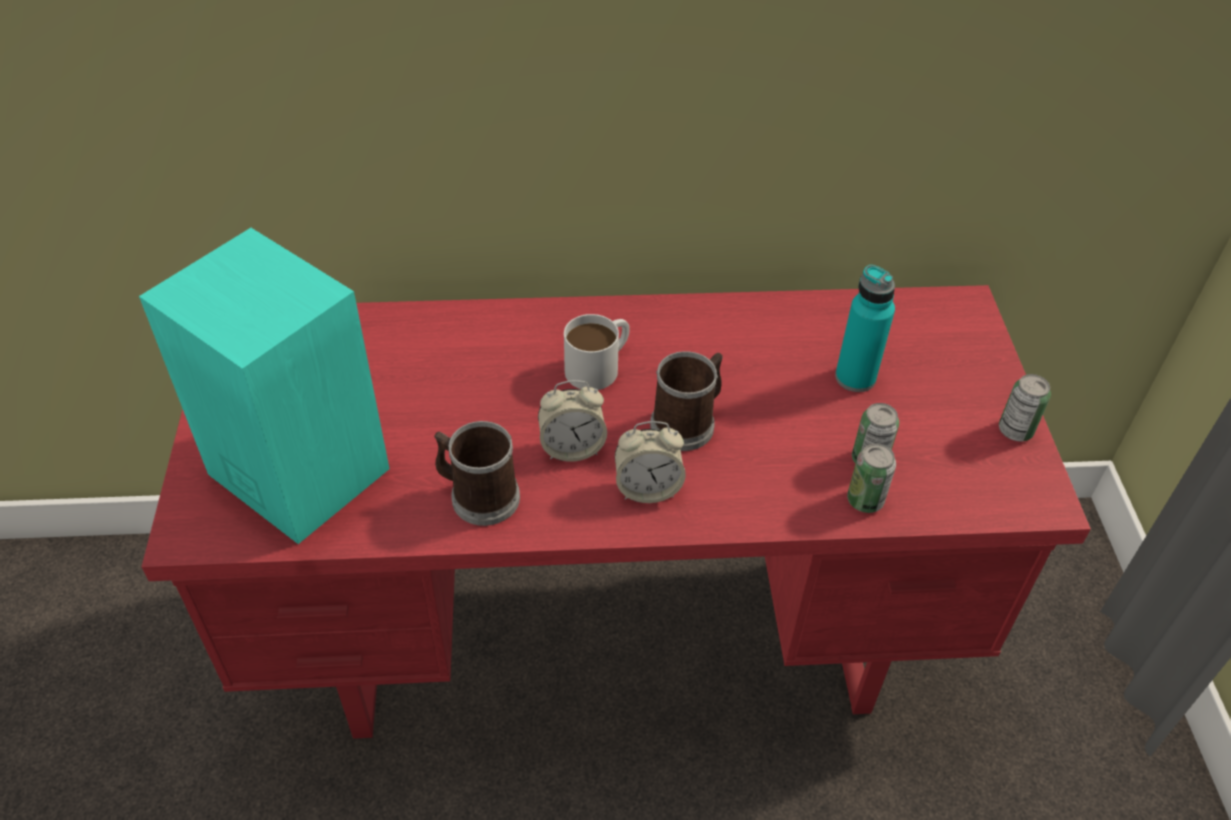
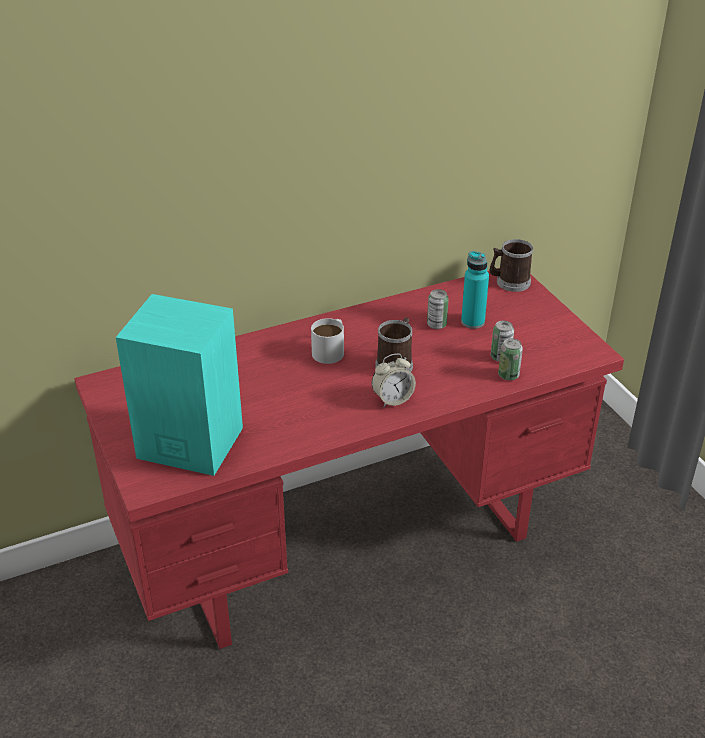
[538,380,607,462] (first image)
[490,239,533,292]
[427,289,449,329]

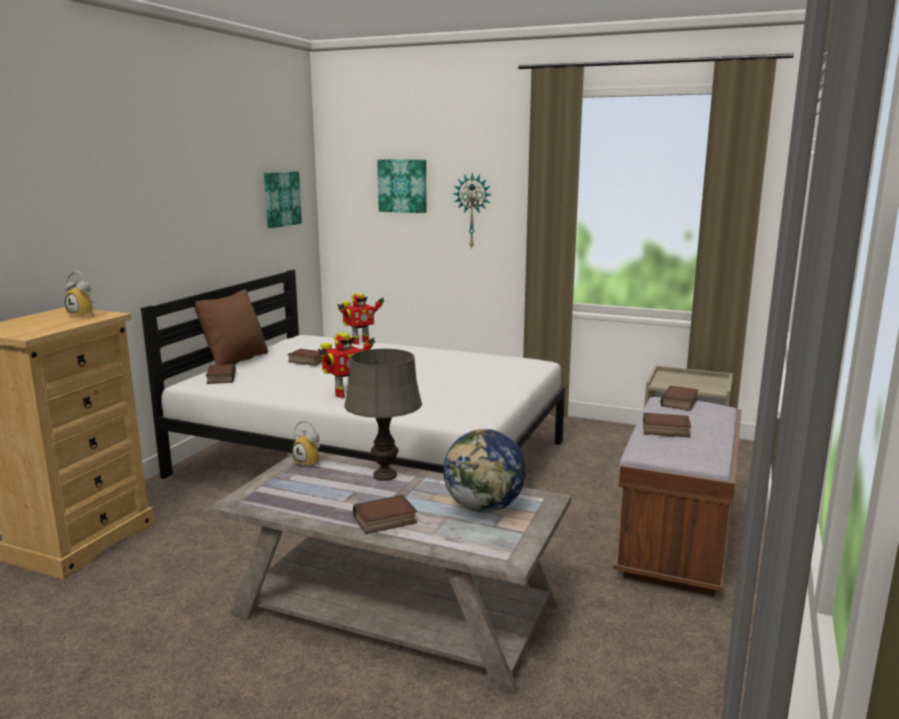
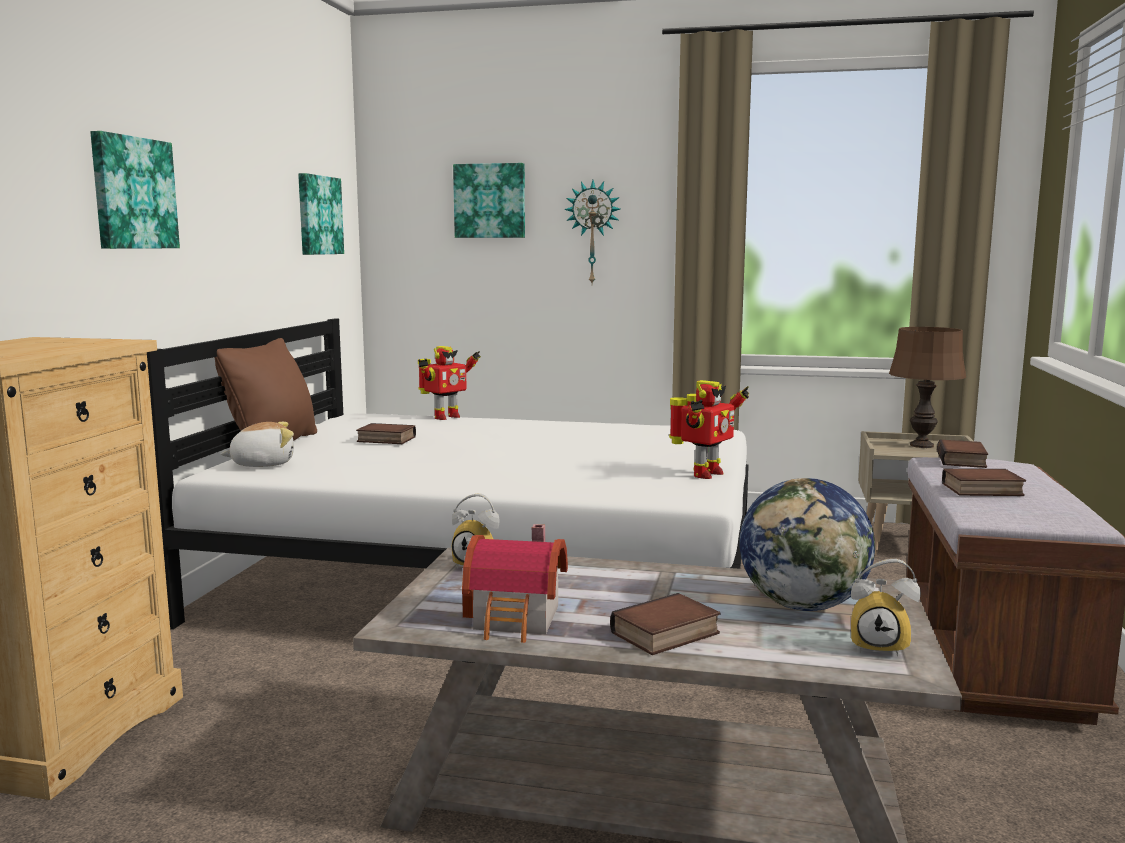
[344,349,422,481] (first image)
[90,131,180,249]
[462,524,568,643]
[889,327,966,448]
[851,559,921,657]
[669,380,749,479]
[220,422,294,467]

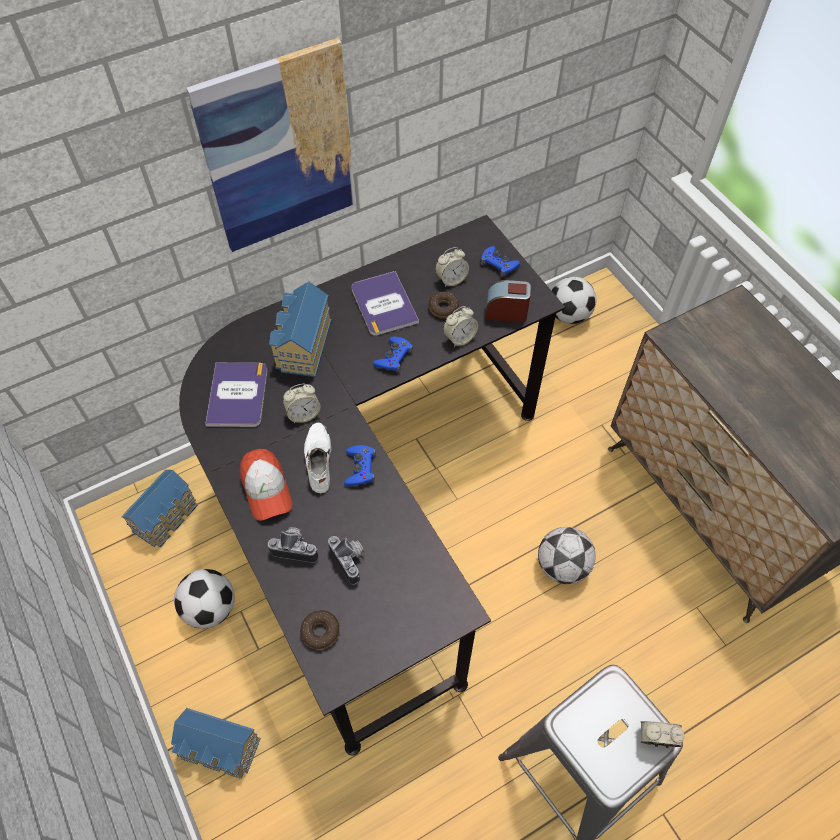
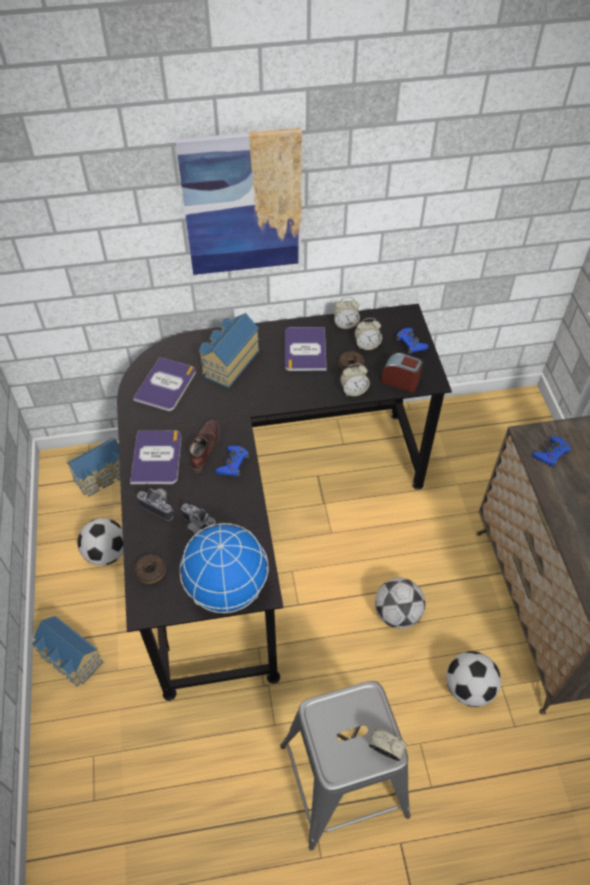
[179,523,269,613]
[334,297,360,329]
[532,436,572,468]
[446,651,501,707]
[130,431,182,485]
[190,420,220,473]
[181,503,216,536]

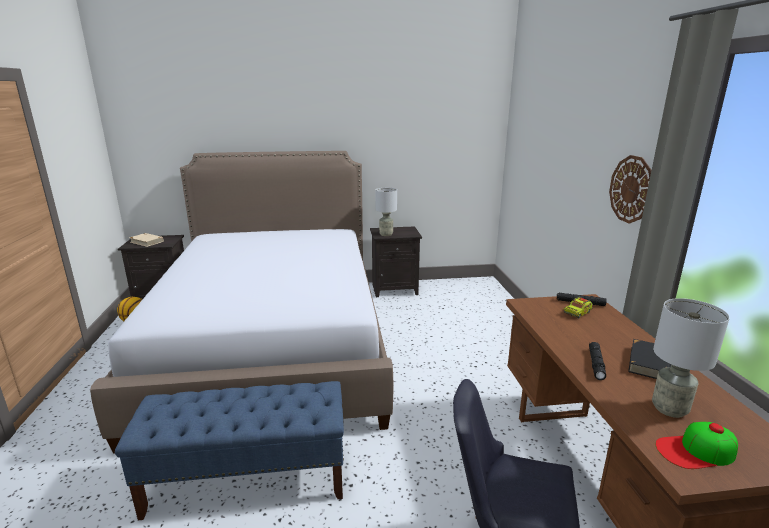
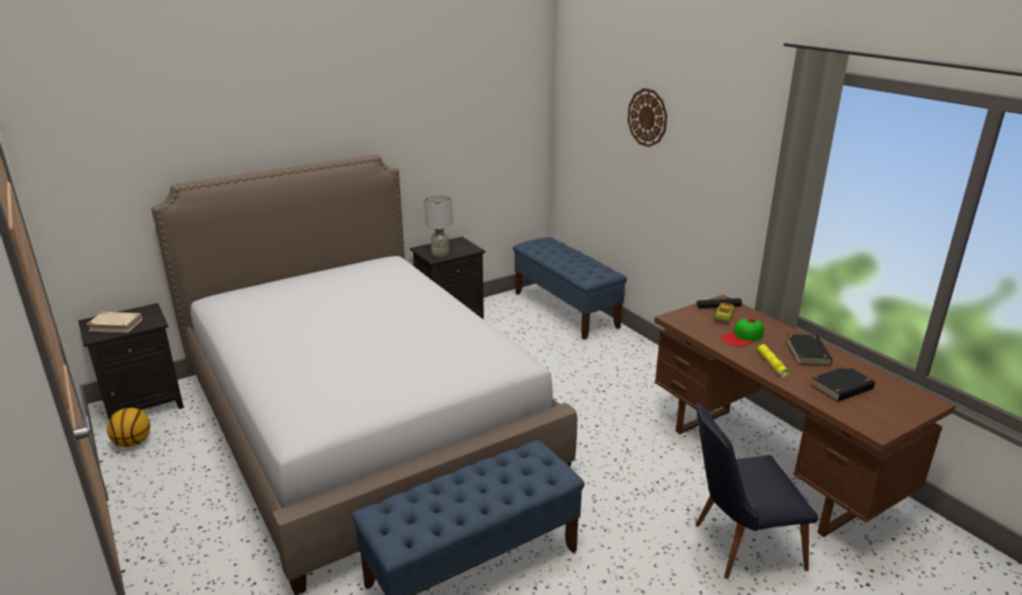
[513,237,627,340]
[628,88,667,147]
[721,318,764,347]
[810,366,875,402]
[757,344,789,377]

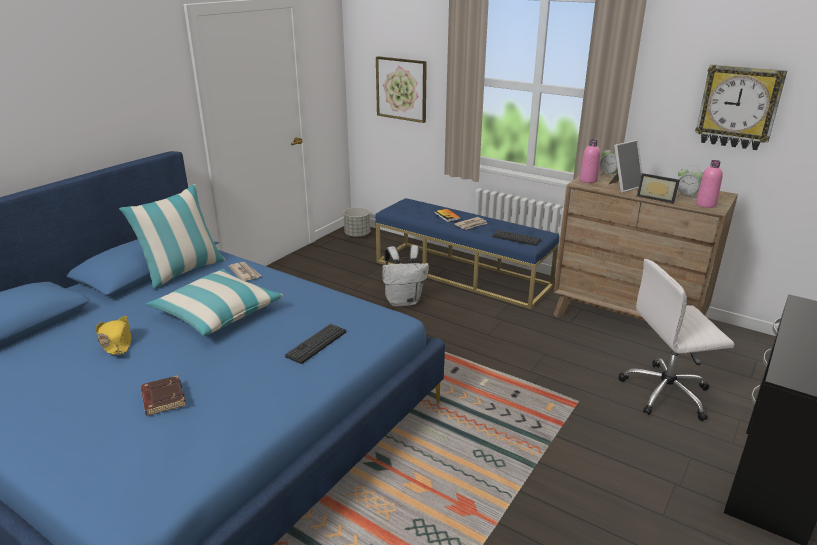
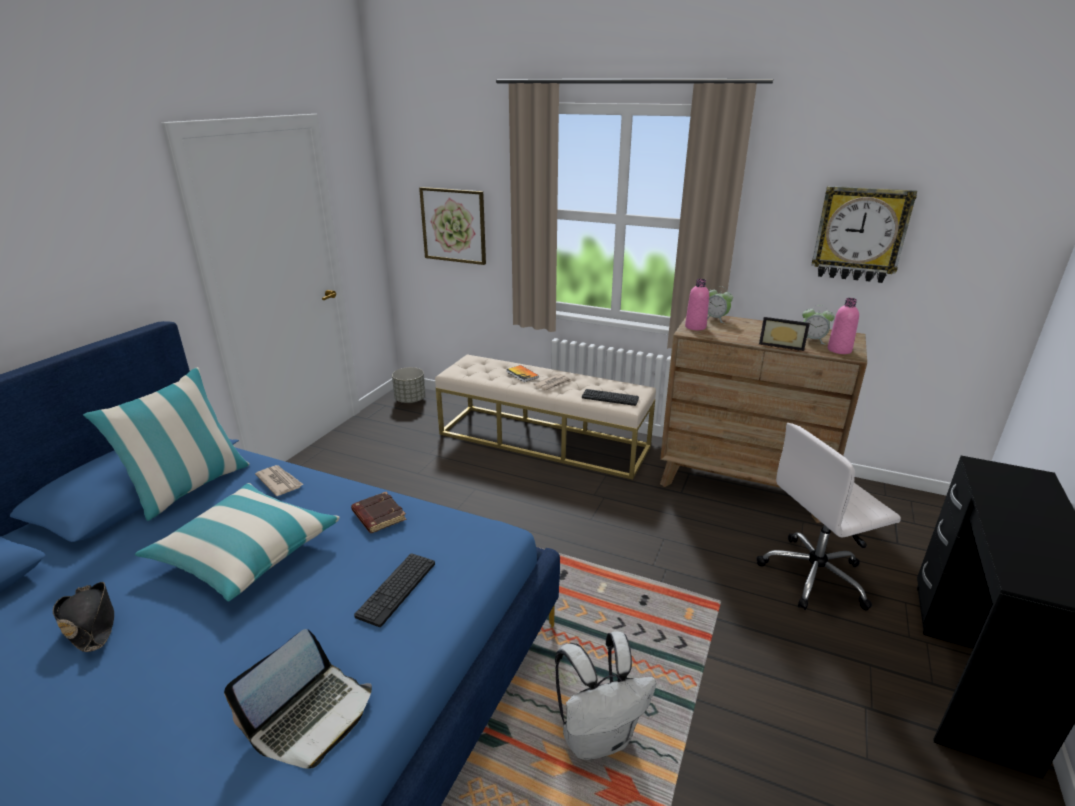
[608,140,642,193] (first image)
[224,629,372,769]
[351,492,406,533]
[555,631,657,760]
[53,582,114,652]
[435,354,656,480]

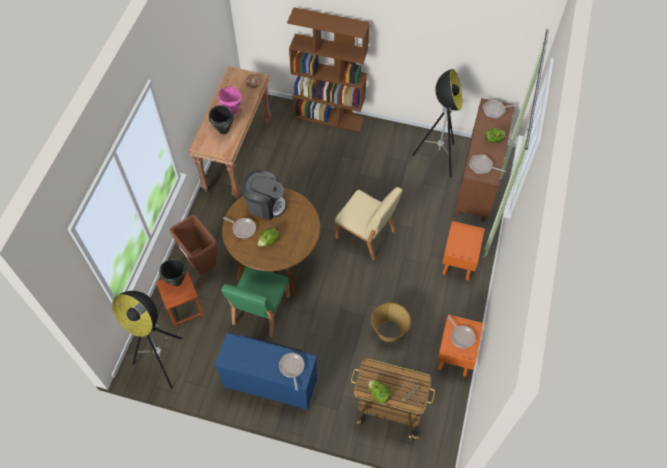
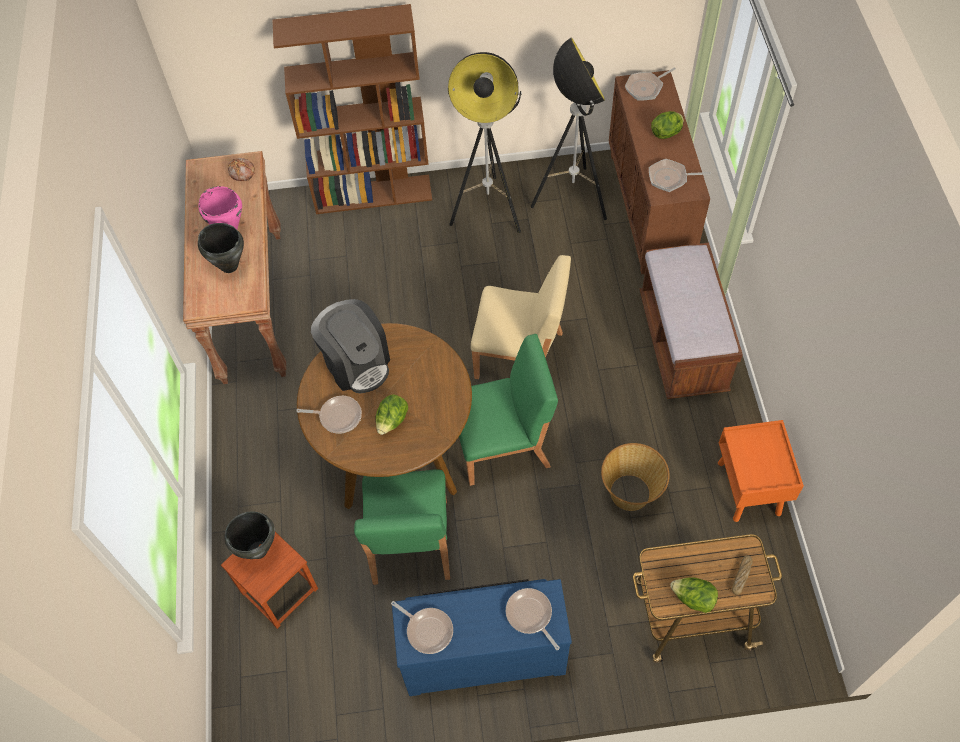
[170,215,217,275] (first image)
[459,334,558,486]
[447,52,522,233]
[391,601,453,654]
[639,242,743,399]
[311,299,390,393]

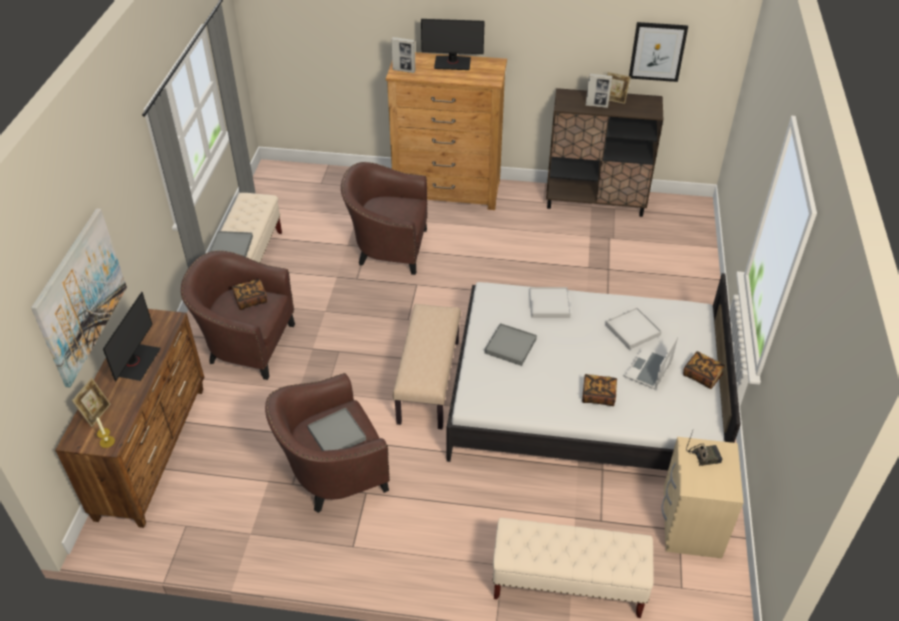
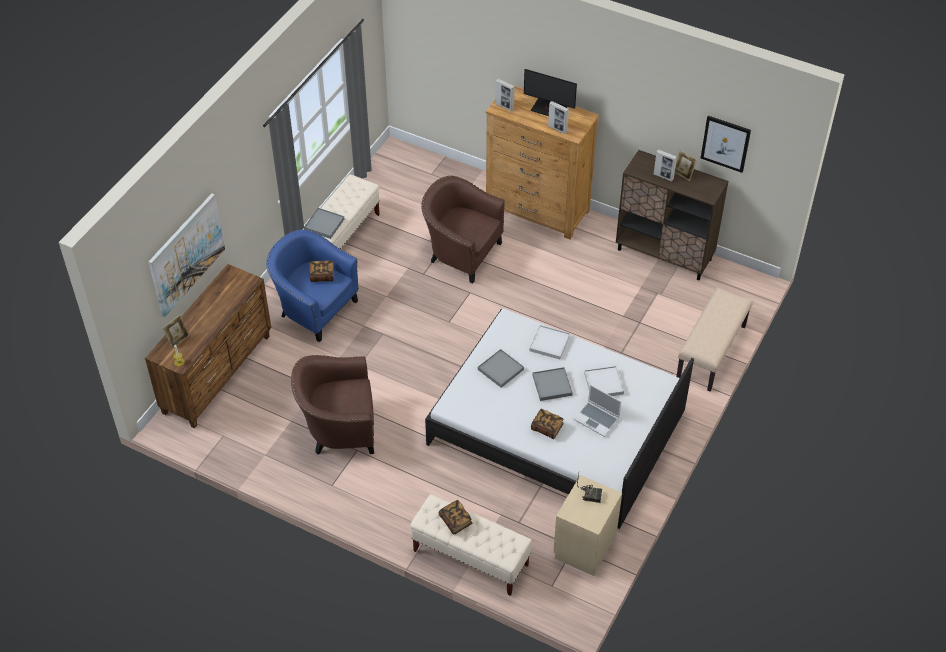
[103,292,161,381] (first image)
[548,101,569,134]
[532,367,573,401]
[676,287,753,392]
[439,500,472,534]
[266,230,359,342]
[574,385,621,437]

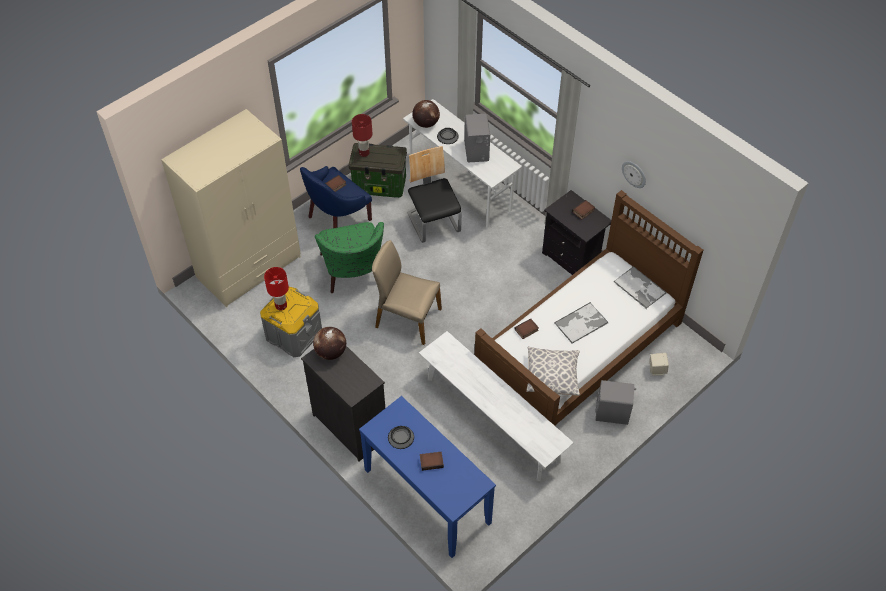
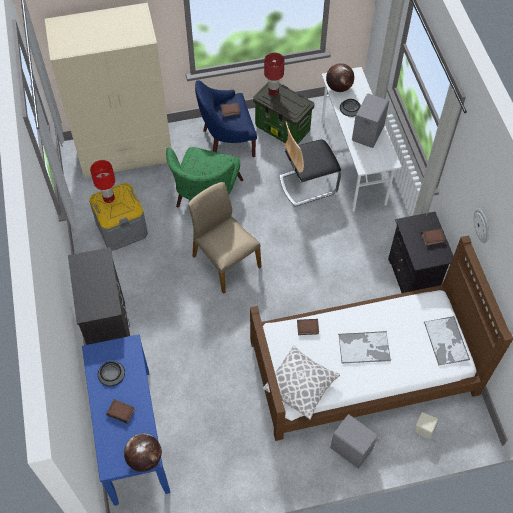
[419,331,574,481] (first image)
[124,433,162,472]
[280,121,341,207]

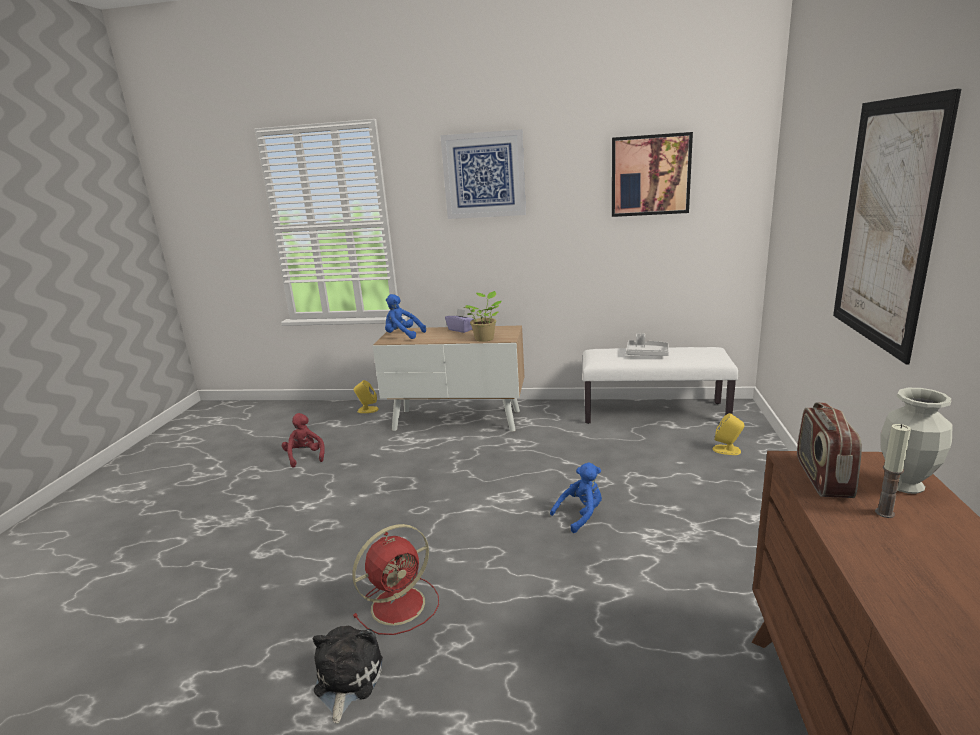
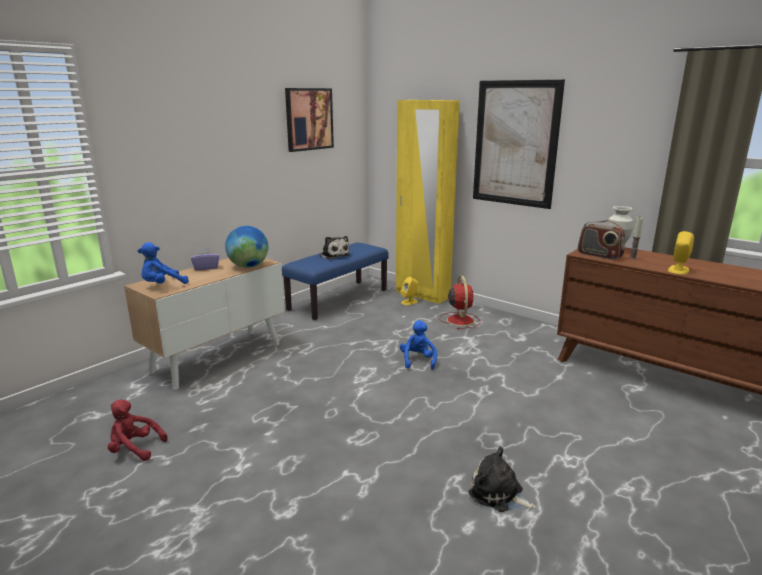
[440,129,526,219] (first image)
[396,100,460,304]
[439,276,480,329]
[668,231,694,274]
[225,226,268,268]
[320,236,350,259]
[282,243,389,320]

